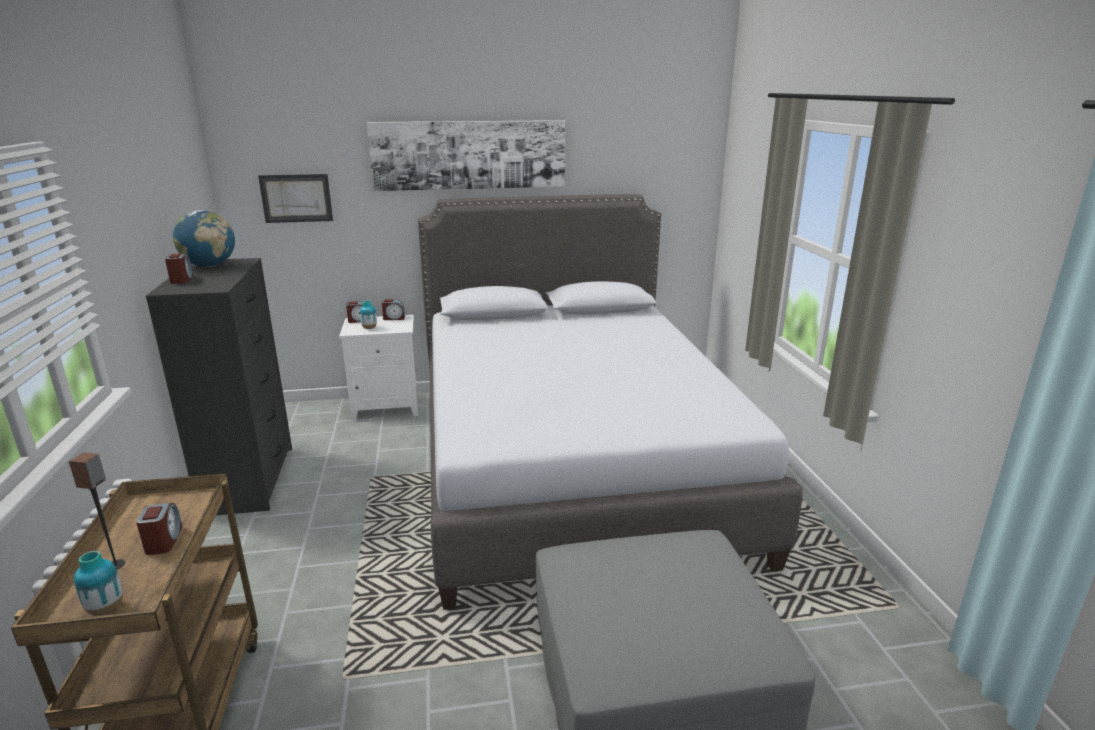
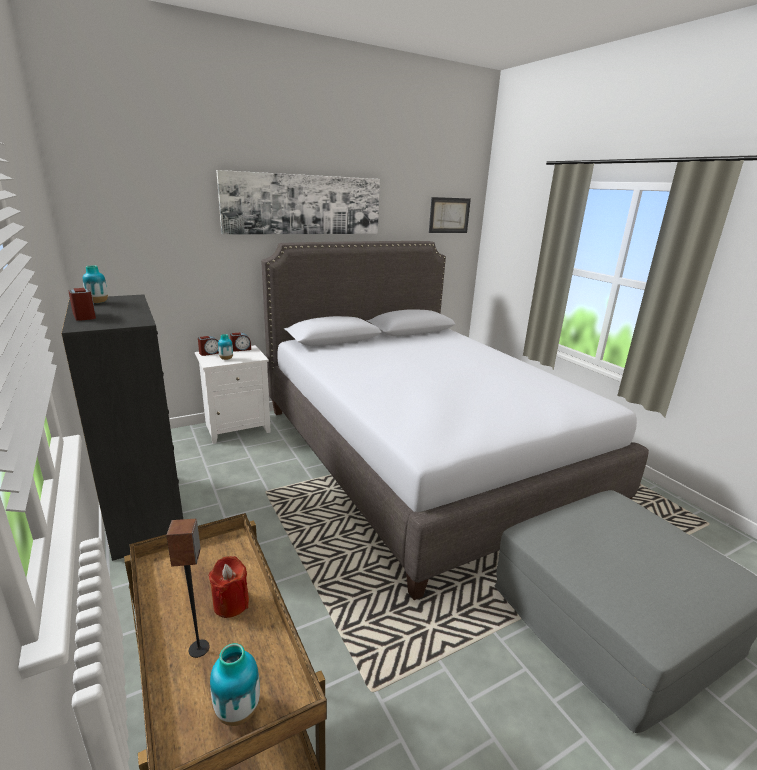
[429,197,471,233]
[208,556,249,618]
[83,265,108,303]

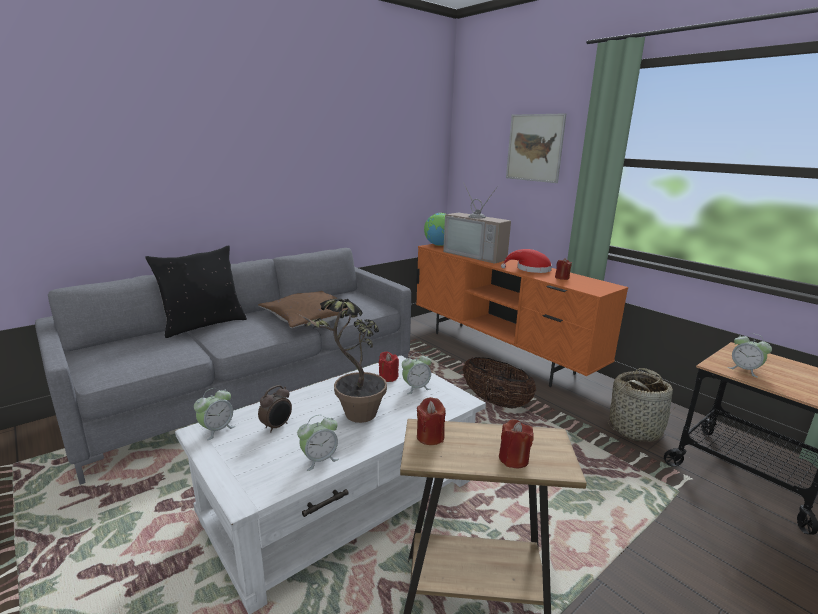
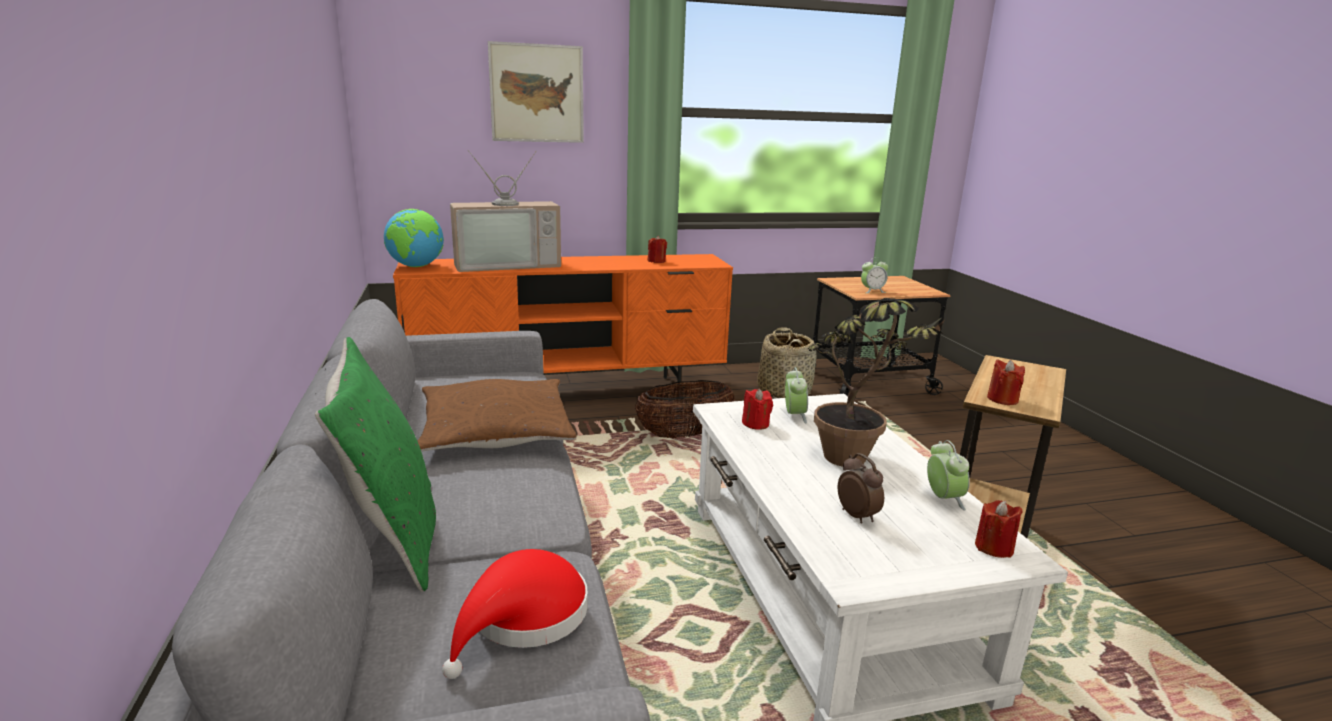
[194,388,236,441] (first image)
[975,500,1023,558]
[442,549,588,679]
[315,337,436,592]

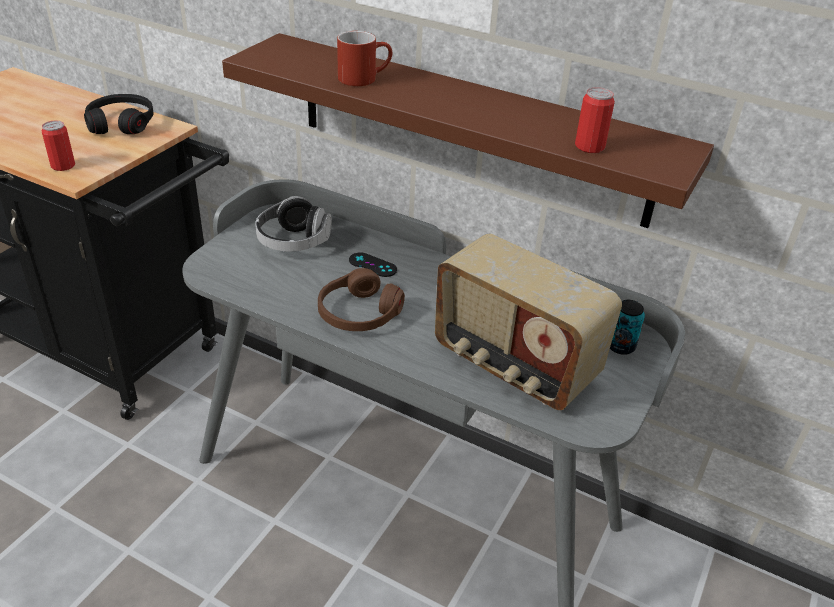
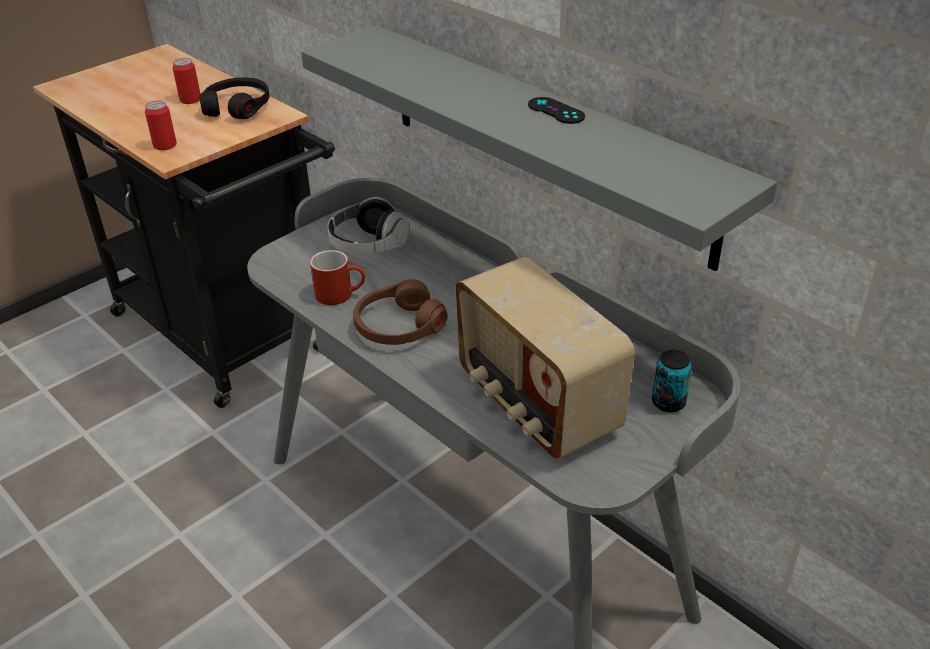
[310,250,366,305]
[528,97,585,124]
[173,58,200,104]
[301,25,777,272]

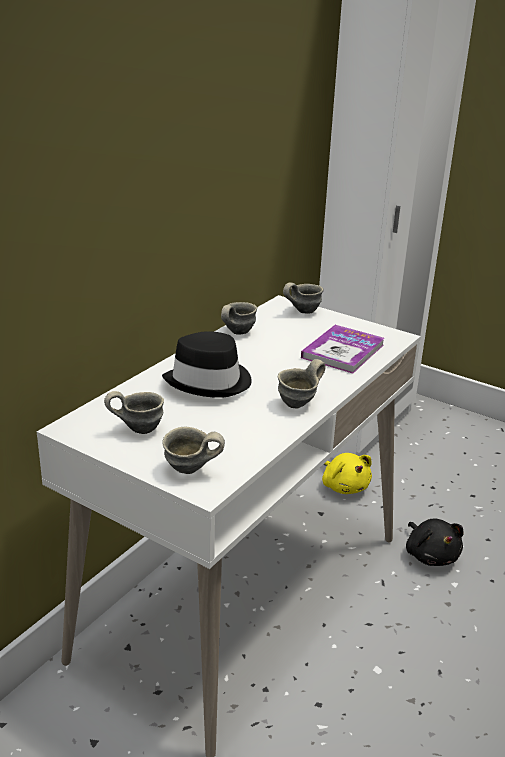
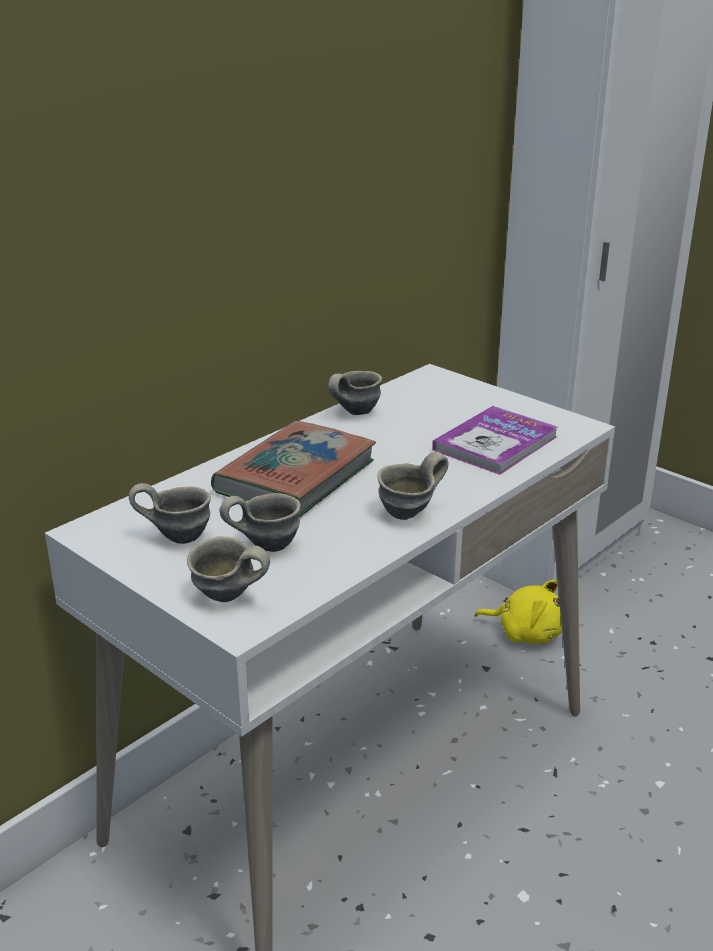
[406,519,464,566] (first image)
[219,493,301,552]
[211,421,376,518]
[475,580,562,644]

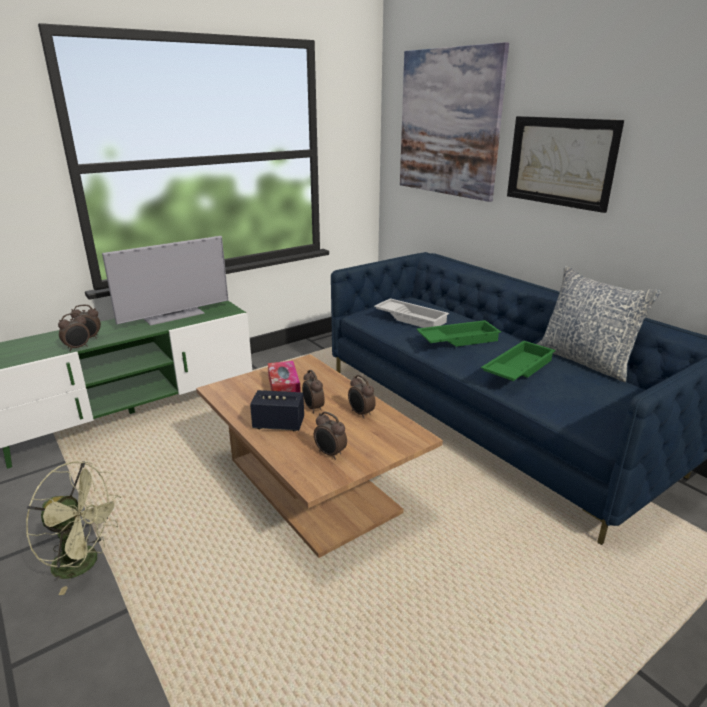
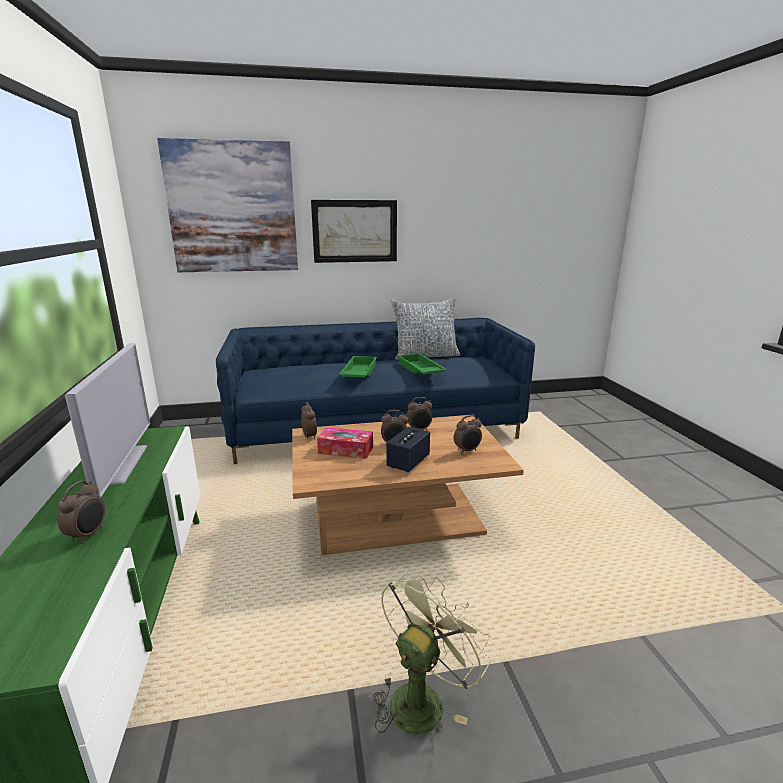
[374,298,449,328] (first image)
[301,402,317,440]

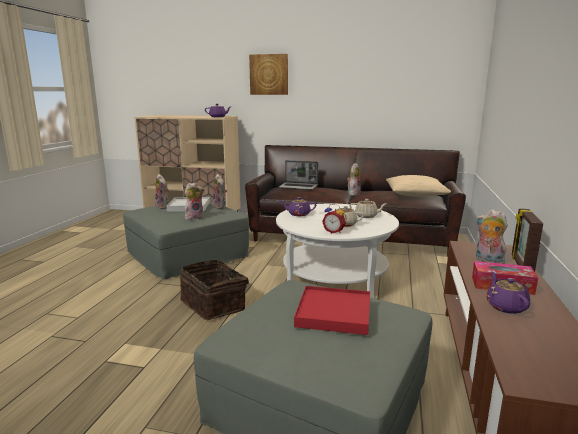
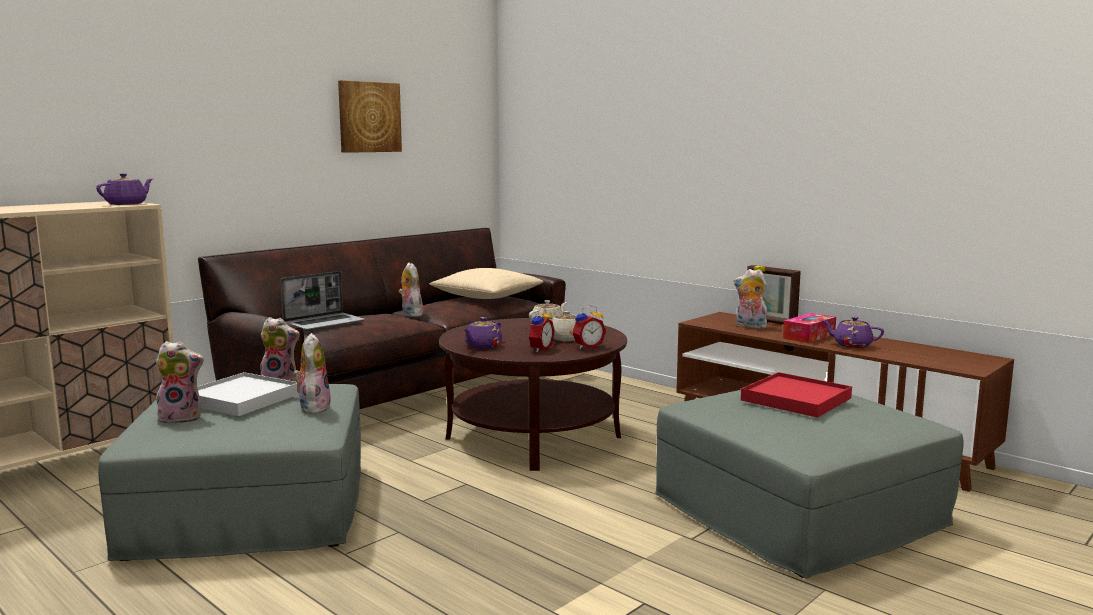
[180,260,249,320] (first image)
[527,307,555,352]
[338,80,402,153]
[439,318,627,471]
[734,269,767,329]

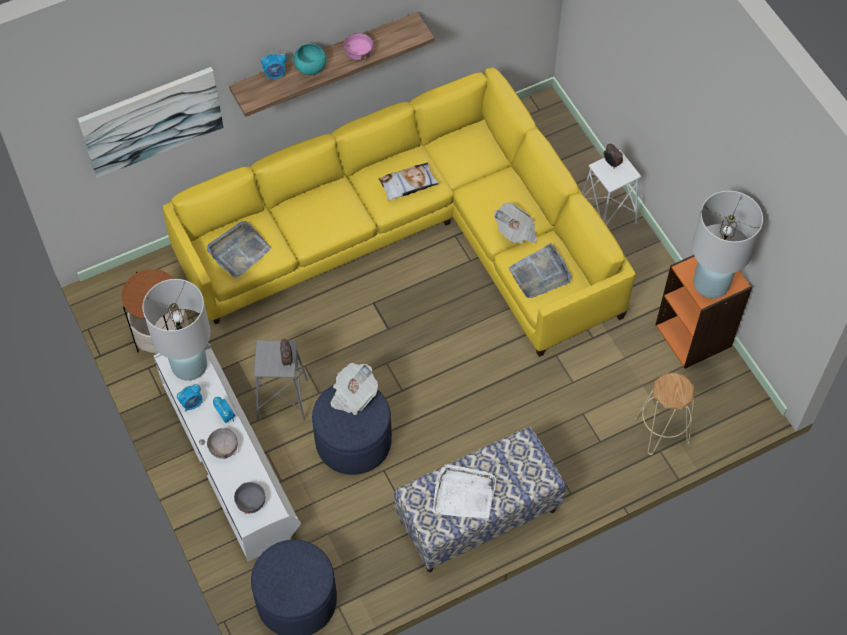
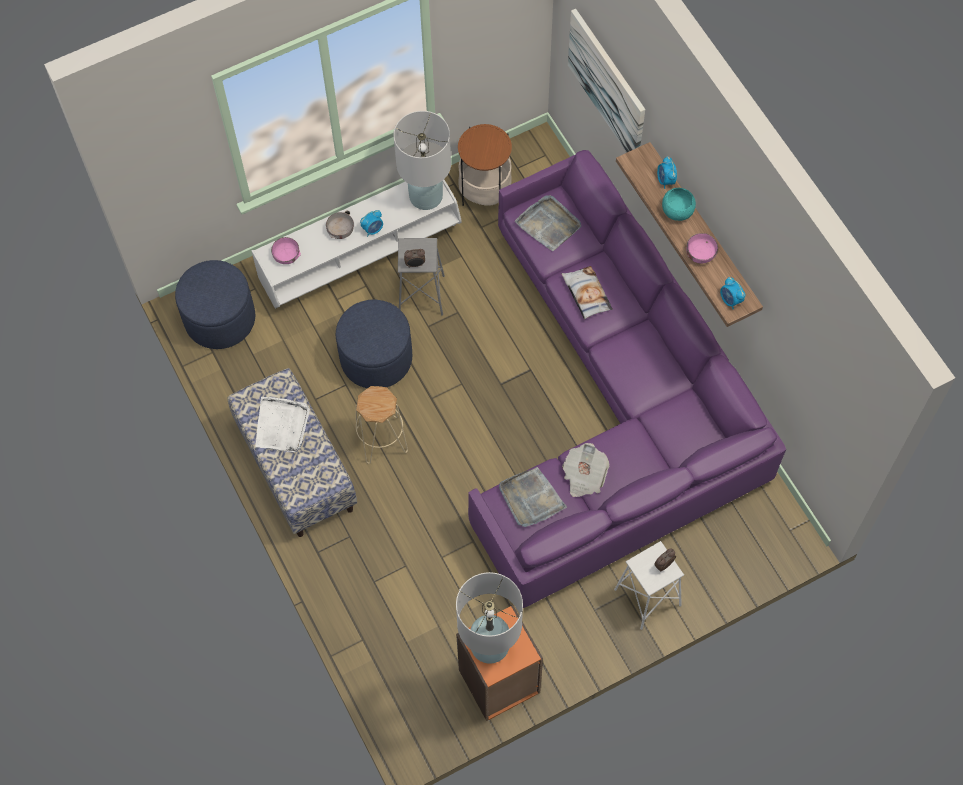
[330,363,378,415] (first image)
[720,277,745,309]
[562,266,613,319]
[356,386,408,464]
[468,150,786,608]
[271,237,301,264]

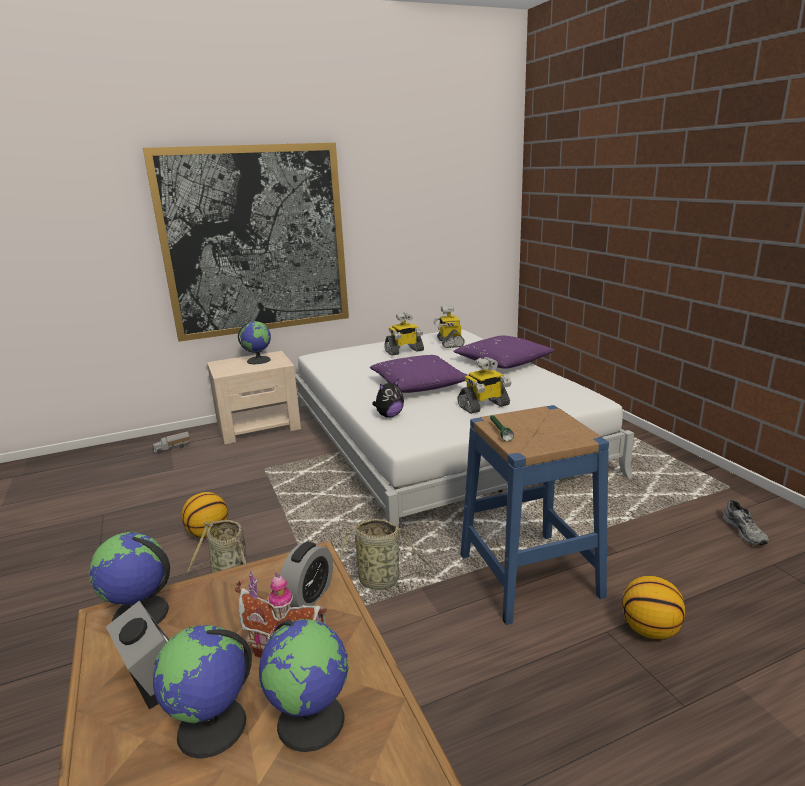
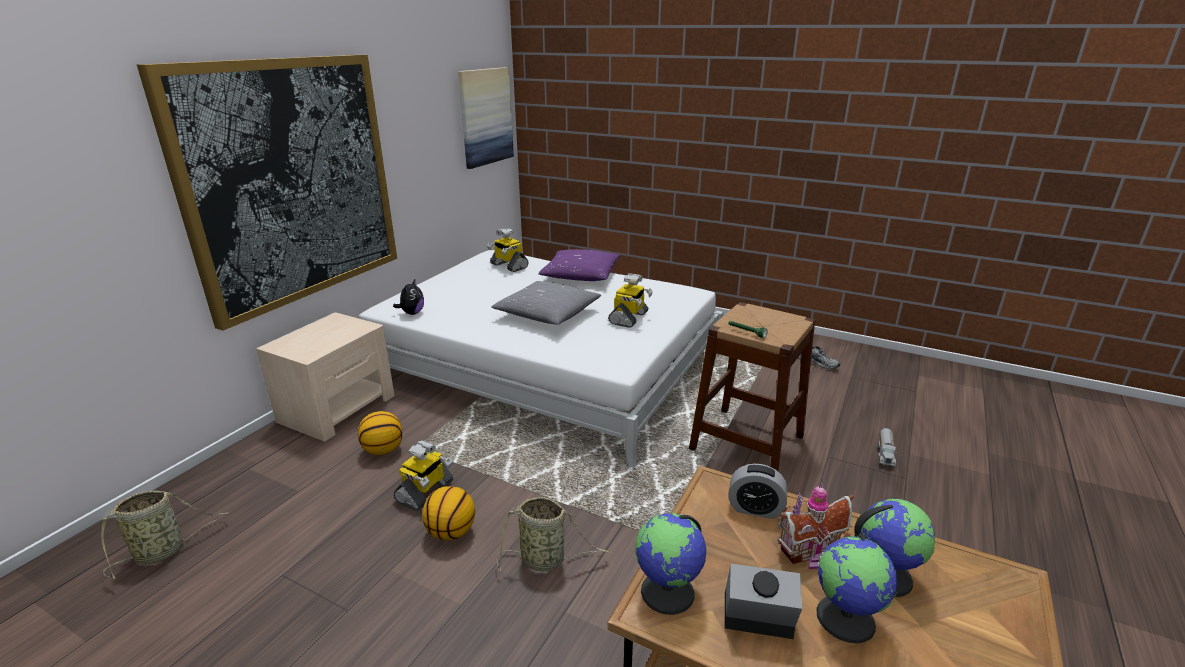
[238,321,271,364] (first image)
[458,67,514,169]
[878,428,898,467]
[101,490,228,579]
[393,280,424,315]
[394,440,453,511]
[358,411,403,455]
[491,281,601,325]
[689,302,816,471]
[729,464,787,519]

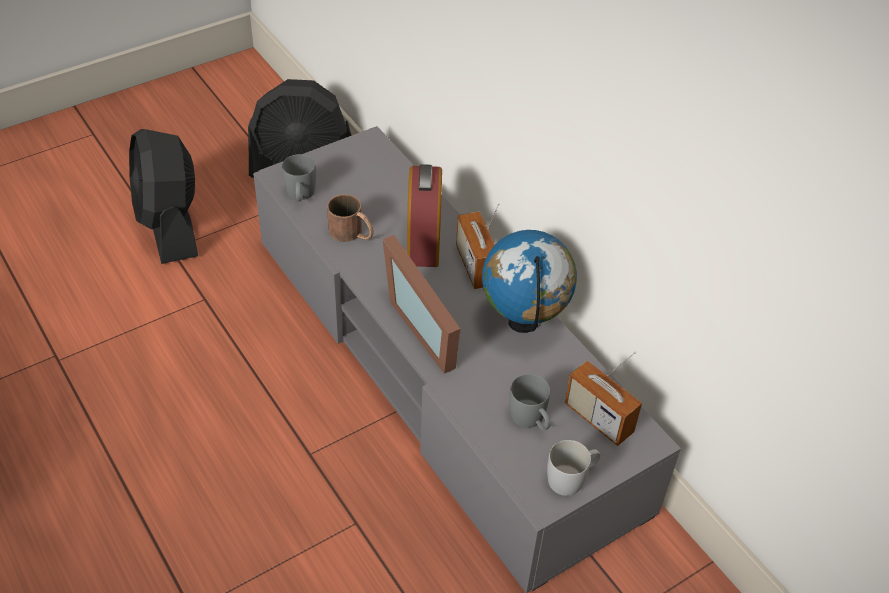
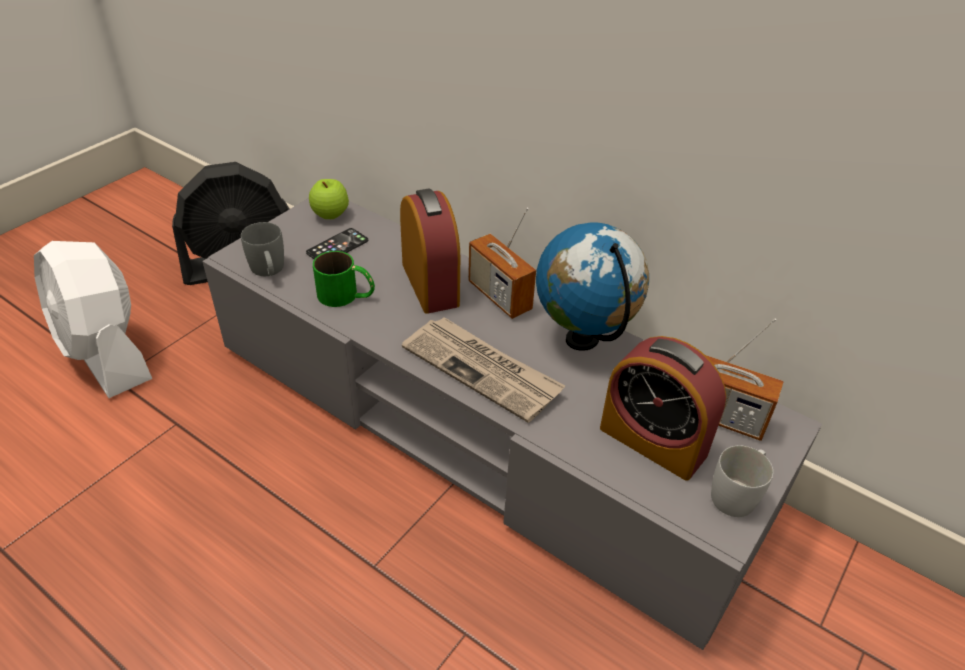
[306,228,368,259]
[309,179,349,219]
[402,317,565,423]
[600,336,726,481]
[34,241,152,398]
[313,251,375,307]

